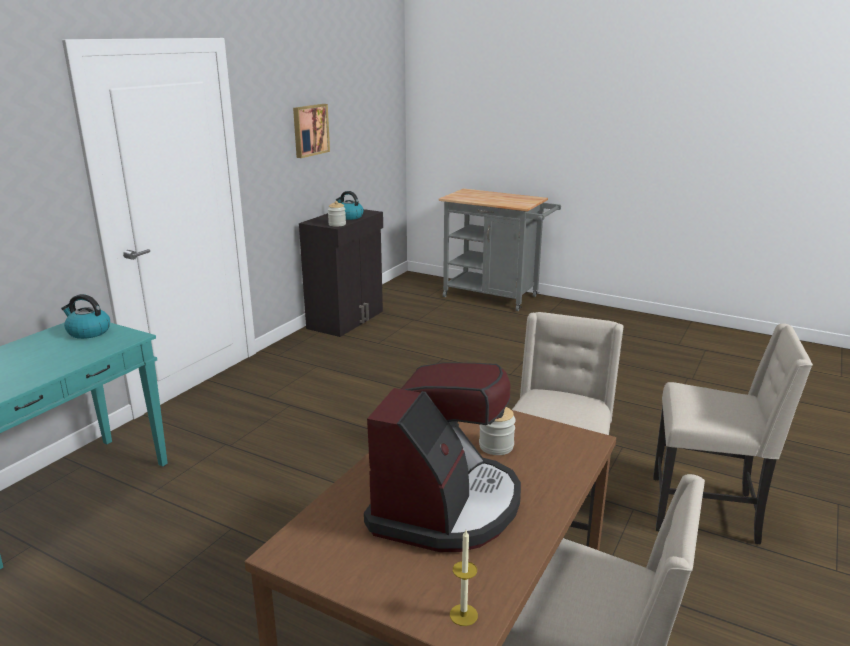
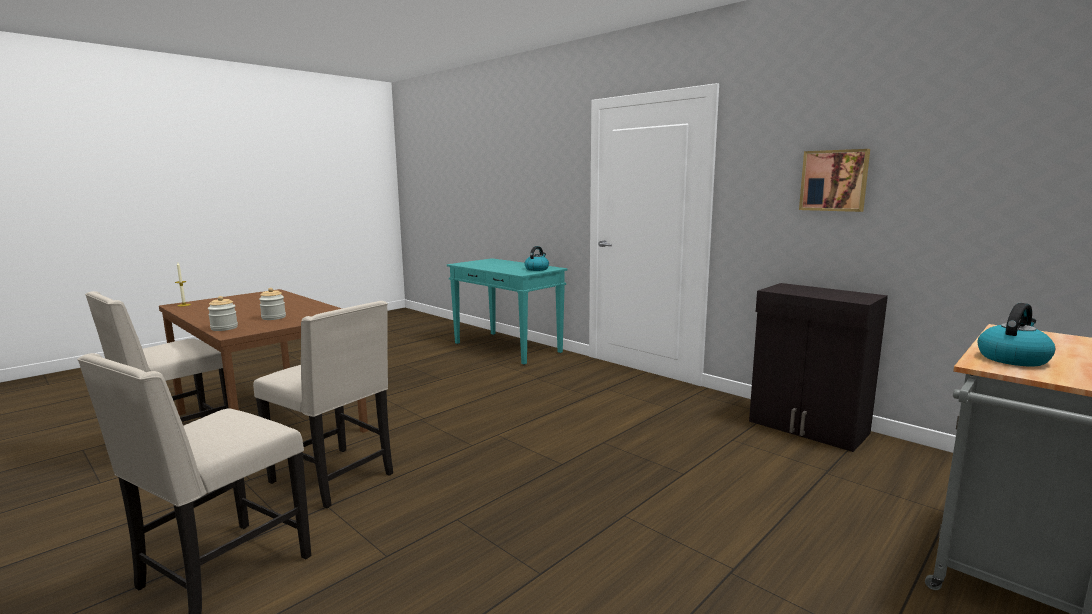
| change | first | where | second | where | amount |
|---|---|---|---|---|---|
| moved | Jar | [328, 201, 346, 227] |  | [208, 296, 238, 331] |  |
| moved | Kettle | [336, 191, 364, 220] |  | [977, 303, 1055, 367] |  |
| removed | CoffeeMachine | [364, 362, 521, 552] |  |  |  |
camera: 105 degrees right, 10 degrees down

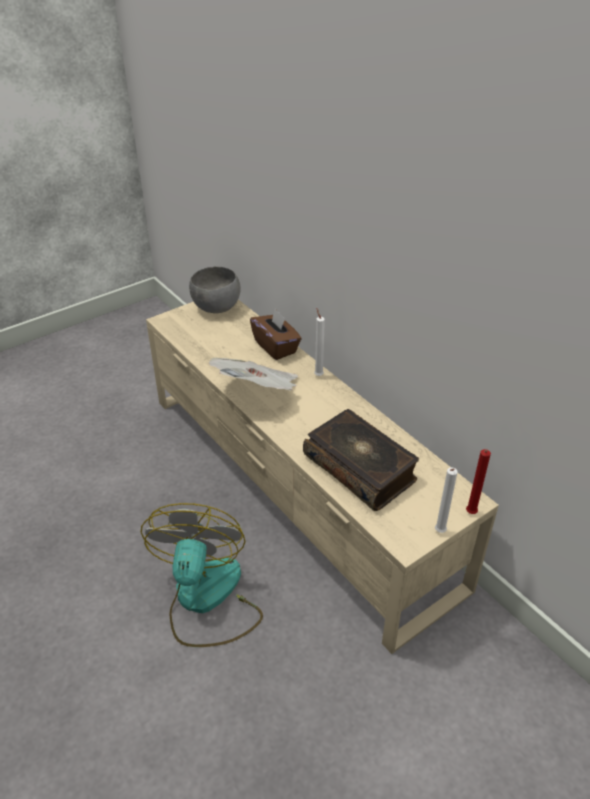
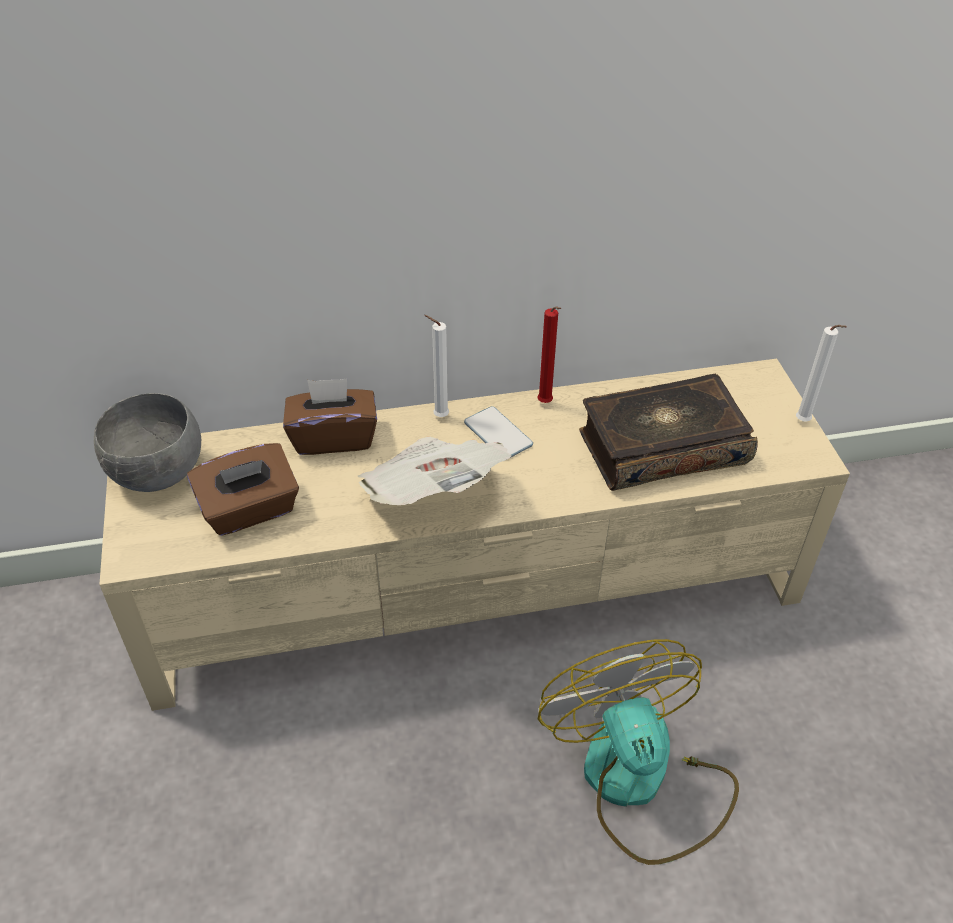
| change | first | where | second | where | amount |
|---|---|---|---|---|---|
| added |  |  | BrownTissueBox | [187, 443, 299, 536] |  |
| added |  |  | Phone | [464, 406, 533, 458] |  |
| moved | RedCandle | [466, 449, 491, 514] |  | [537, 307, 561, 403] |  |
| turned | Fan | [141, 503, 263, 647] |  | [538, 639, 739, 865] | 45 degrees clockwise |
camera: 65 degrees left, 5 degrees up

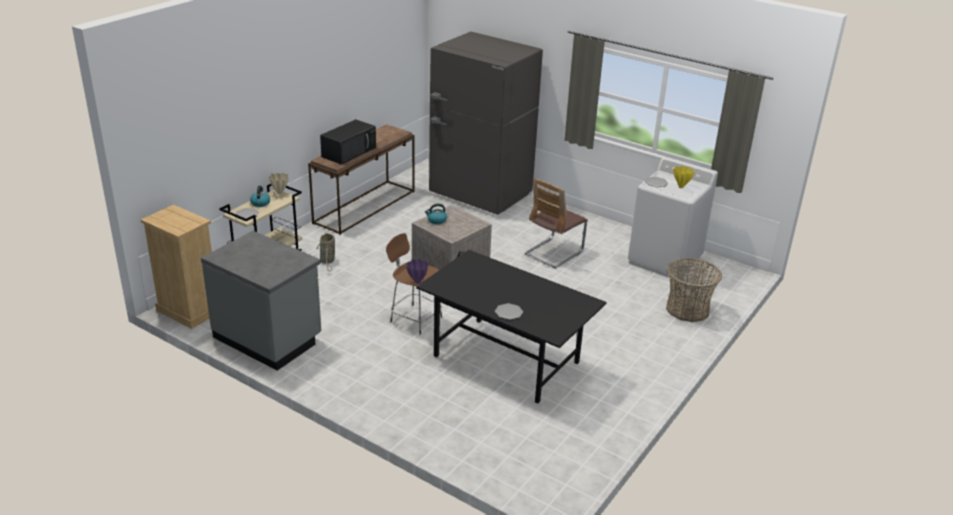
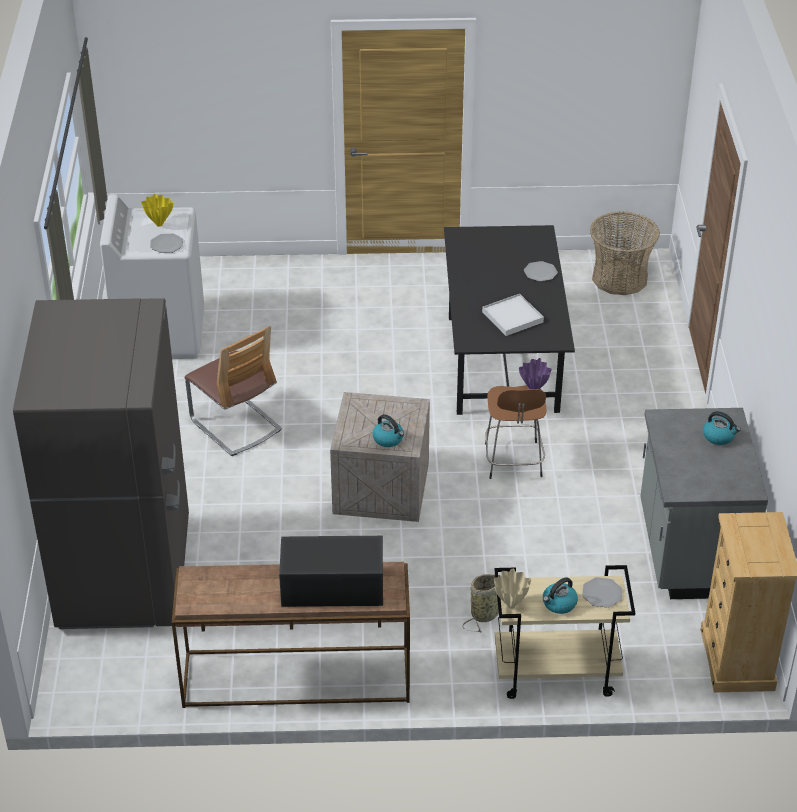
| change | first | where | second | where | amount |
|---|---|---|---|---|---|
| turned | Chair | [525, 178, 588, 268] |  | [184, 326, 282, 456] | 45 degrees clockwise |
| added |  |  | WhiteTray | [482, 294, 544, 336] |  |
| moved | Basket | [666, 258, 722, 322] |  | [590, 211, 660, 295] |  |
| added |  |  | Kettle | [703, 411, 741, 445] |  |
camera: 125 degrees left, 10 degrees up

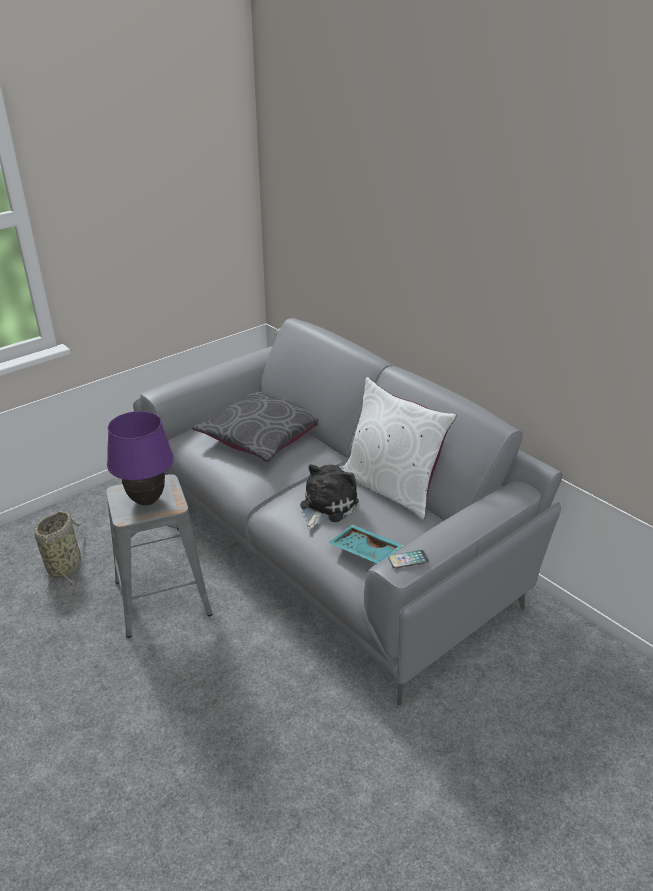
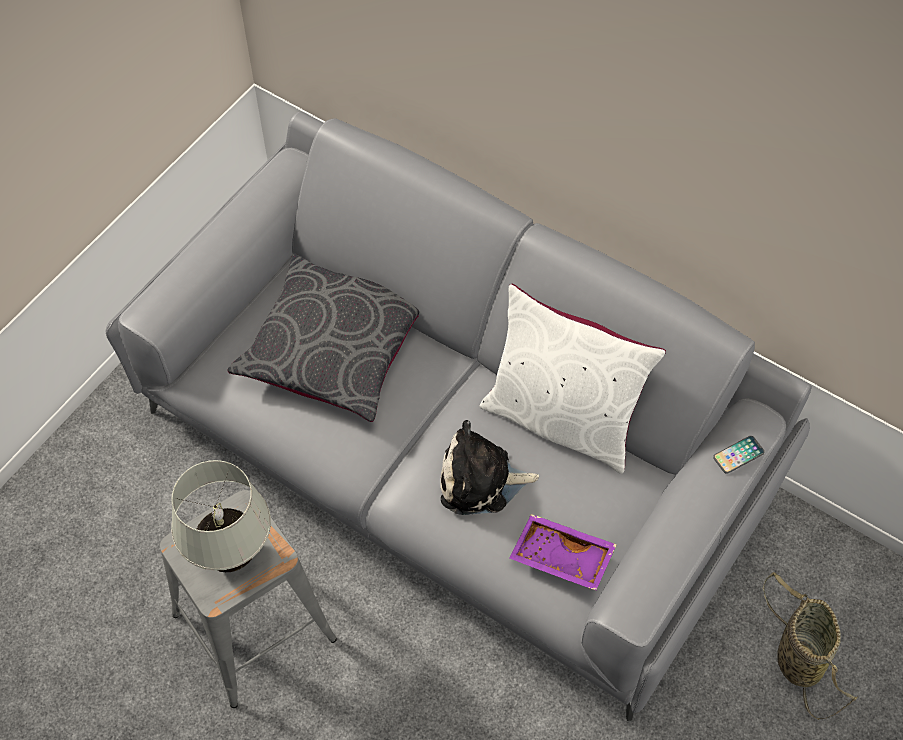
| change | first | where | second | where | amount |
|---|---|---|---|---|---|
| recoloured | PurpleTableLamp | [107, 411, 174, 505] | WhiteTableLamp | [171, 460, 271, 572] |  |
| turned | PlushToy | [300, 464, 359, 529] |  | [440, 420, 539, 515] | 105 degrees counterclockwise |
| recoloured | TurquoiseTray | [328, 525, 404, 563] | PurpleTray | [509, 514, 617, 590] |  |
| moved | Phone | [388, 550, 429, 569] |  | [713, 436, 765, 474] |  |
| moved | Basket | [34, 511, 83, 593] |  | [763, 572, 858, 720] |  |
camera: 15 degrees left, 25 degrees up

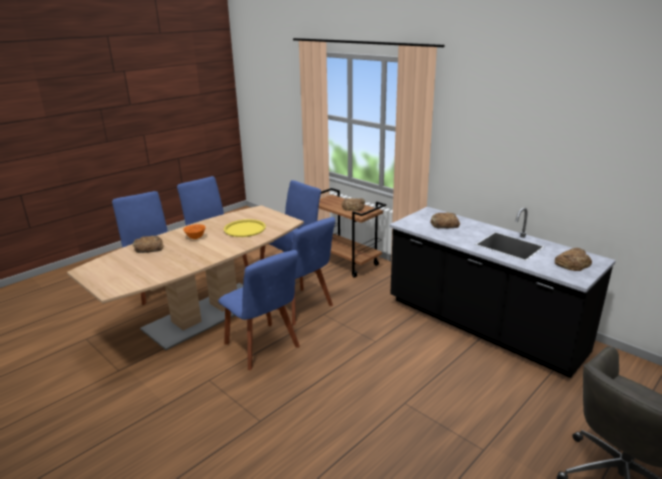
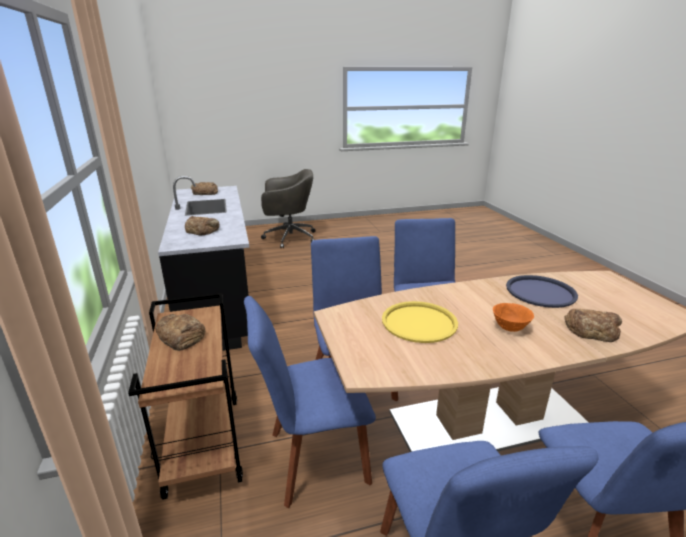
| change | first | where | second | where | amount |
|---|---|---|---|---|---|
| added |  |  | BlueTray | [506, 275, 578, 308] |  |
camera: 150 degrees left, 0 degrees up

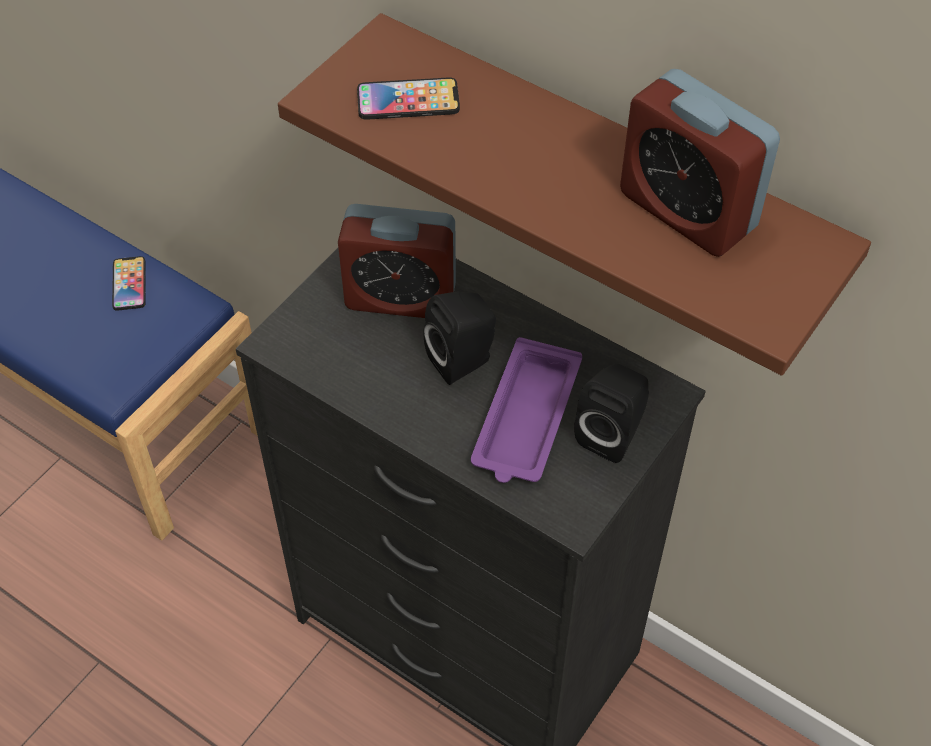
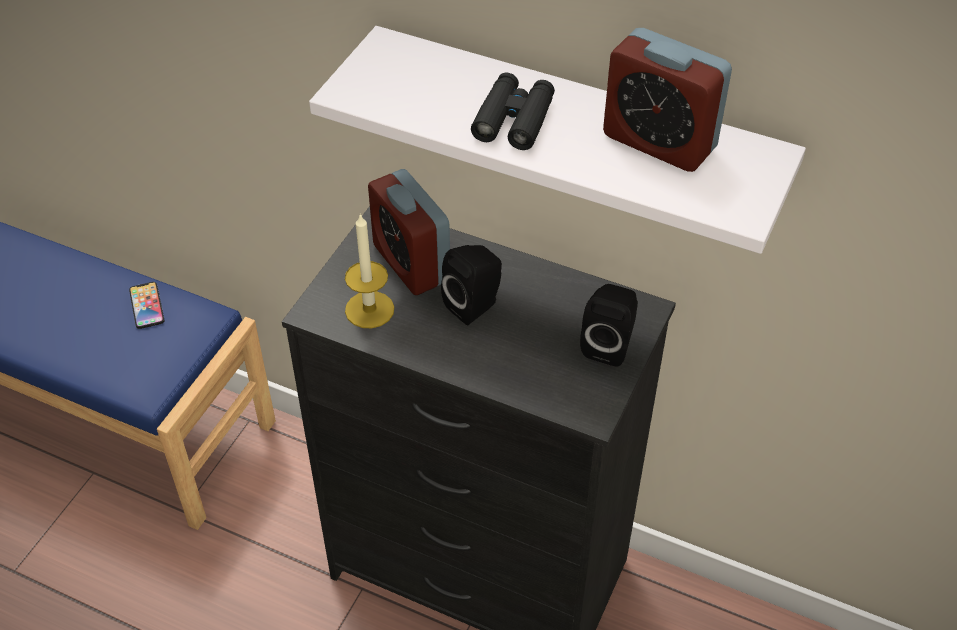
| change | first | where | second | where | amount |
|---|---|---|---|---|---|
| recoloured | BrownShelf | [278, 13, 871, 376] | WhiteShelf | [309, 26, 806, 254] |  |
| added |  |  | Candle | [345, 213, 394, 328] |  |
| turned | AlarmClock | [338, 204, 456, 318] |  | [368, 169, 450, 295] | 60 degrees clockwise |
| added |  |  | BlackBinoculars | [471, 73, 555, 150] |  |
| removed | Phone | [357, 77, 460, 120] |  |  |  |
| removed | PurpleTray | [471, 337, 582, 483] |  |  |  |
camera: 10 degrees left, 5 degrees down

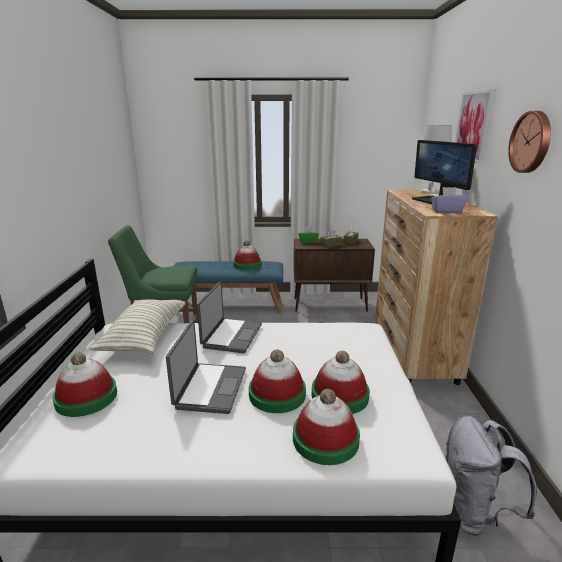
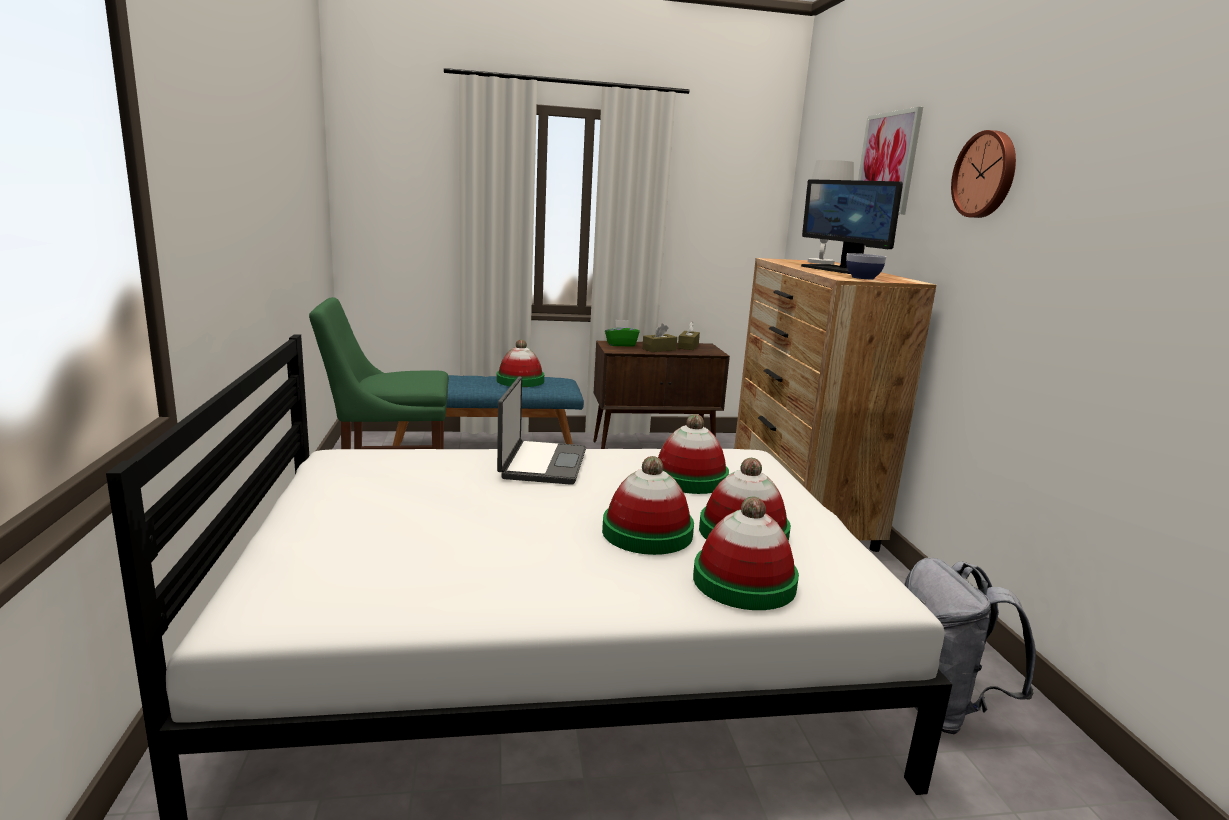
| change | first | where | second | where | amount |
|---|---|---|---|---|---|
| moved | Hat | [53, 352, 117, 417] |  | [658, 414, 729, 494] |  |
| replaced | PurpleTissueBox | [431, 187, 468, 213] | Bowl | [846, 253, 887, 279] |  |
| removed | Pillow | [90, 299, 186, 354] |  |  |  |
| removed | Laptop | [166, 320, 246, 414] |  |  |  |
camera: 10 degrees left, 5 degrees down

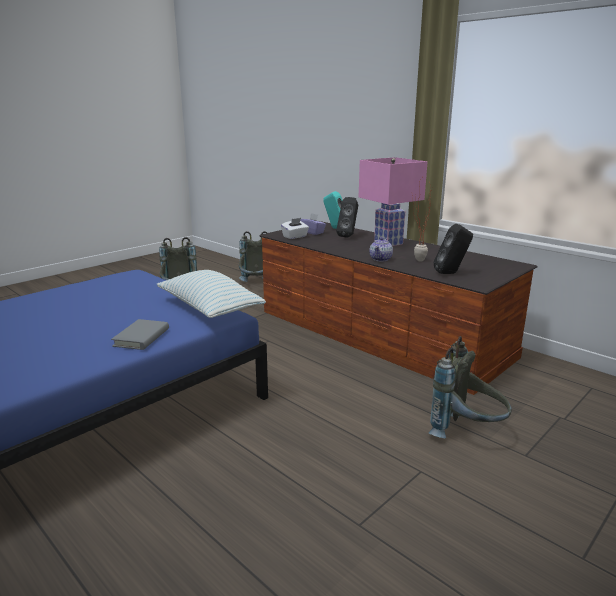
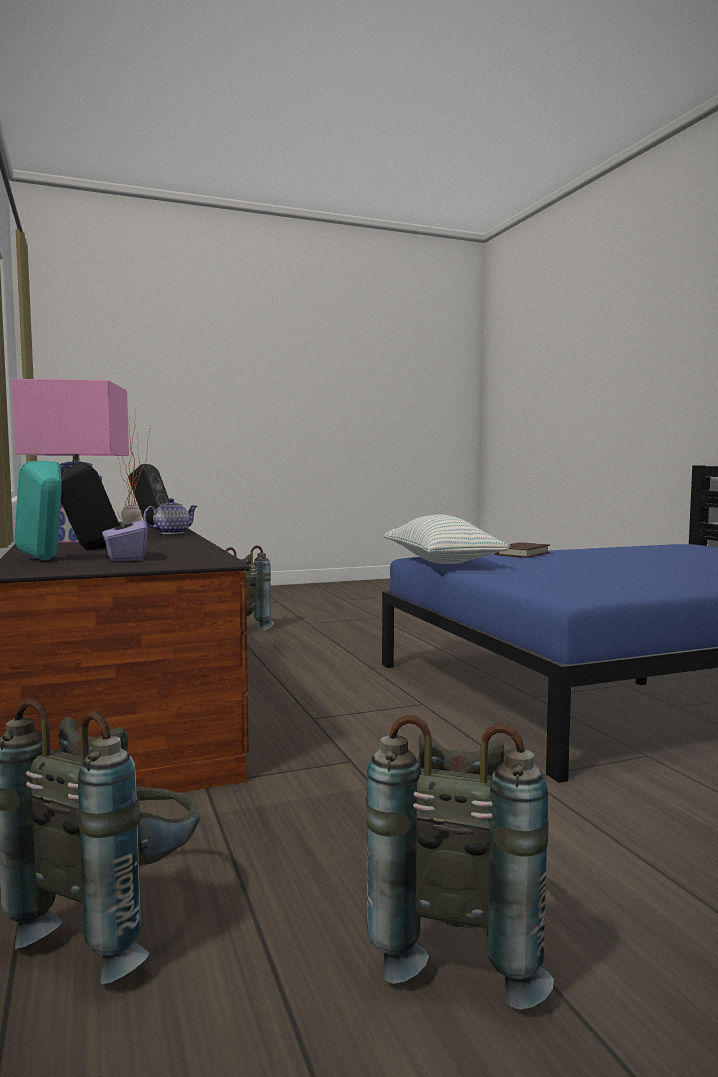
| change | first | where | second | where | amount |
|---|---|---|---|---|---|
| recoloured | GreyBook | [111, 319, 169, 350] | BrownBook | [494, 542, 550, 558] |  |
| removed | WhiteTissueBox | [281, 218, 309, 239] |  |  |  |
camera: 155 degrees left, 15 degrees down

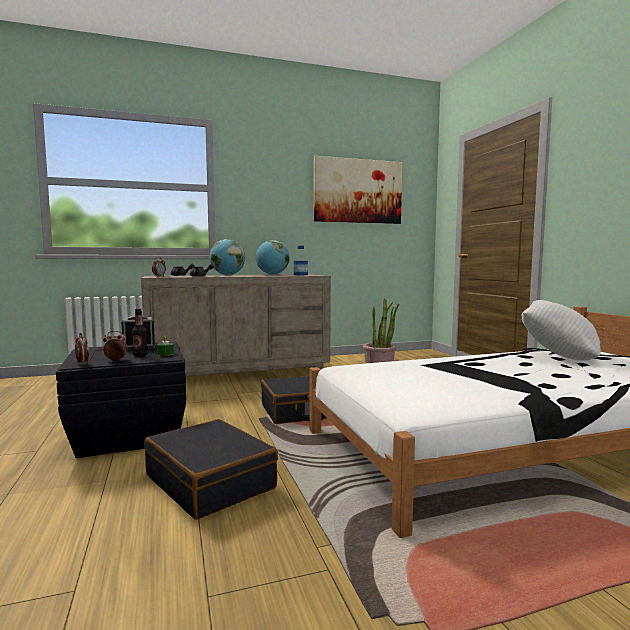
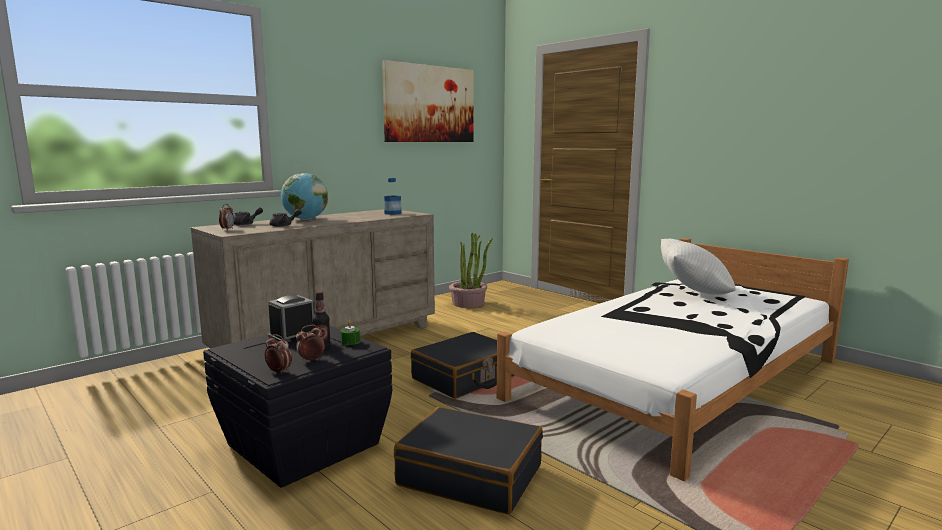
| change | first | where | second | where | amount |
|---|---|---|---|---|---|
| removed | Globe | [256, 240, 290, 275] |  |  |  |
camera: 25 degrees left, 5 degrees up

